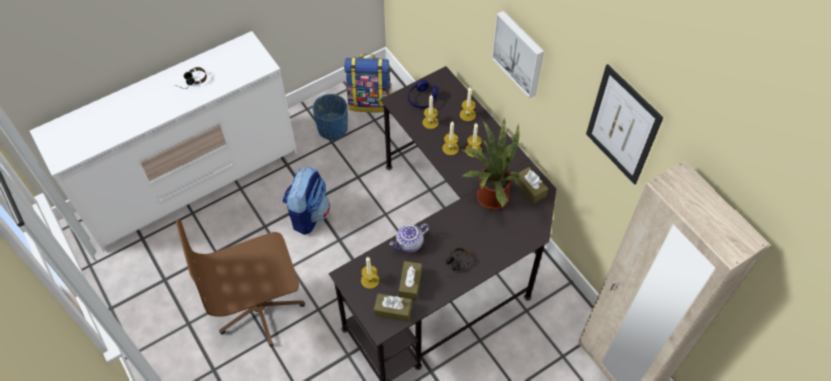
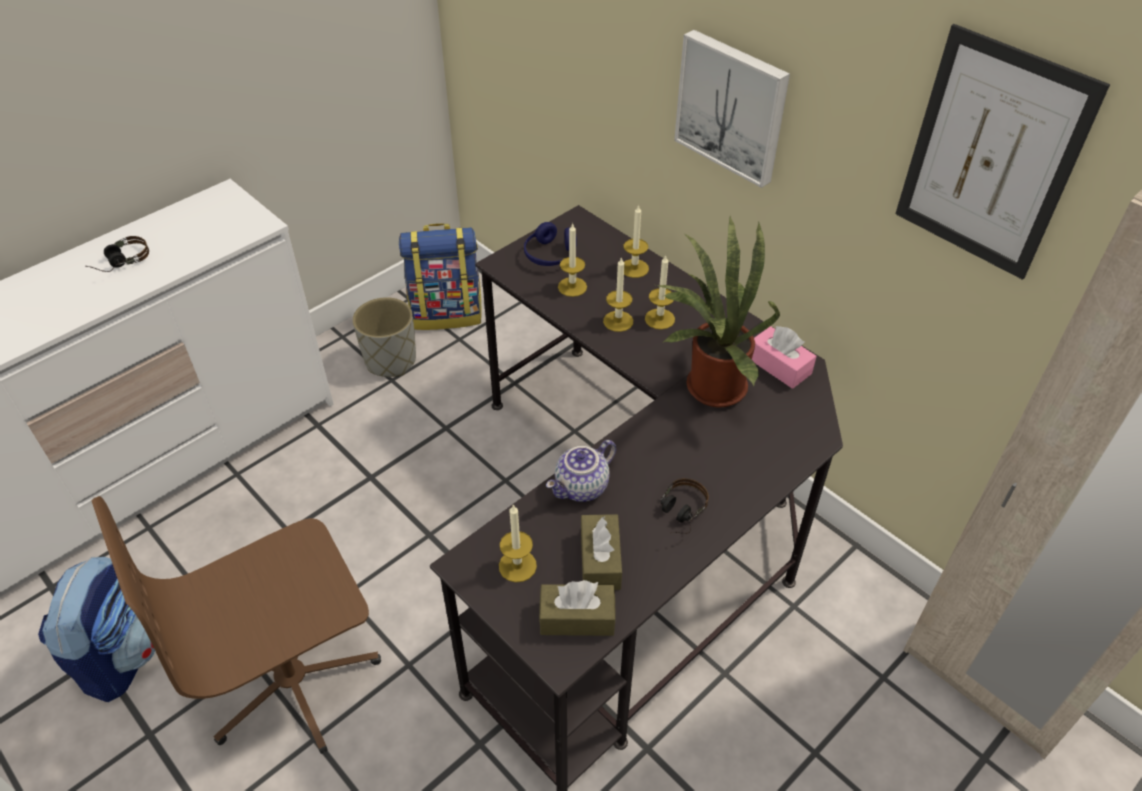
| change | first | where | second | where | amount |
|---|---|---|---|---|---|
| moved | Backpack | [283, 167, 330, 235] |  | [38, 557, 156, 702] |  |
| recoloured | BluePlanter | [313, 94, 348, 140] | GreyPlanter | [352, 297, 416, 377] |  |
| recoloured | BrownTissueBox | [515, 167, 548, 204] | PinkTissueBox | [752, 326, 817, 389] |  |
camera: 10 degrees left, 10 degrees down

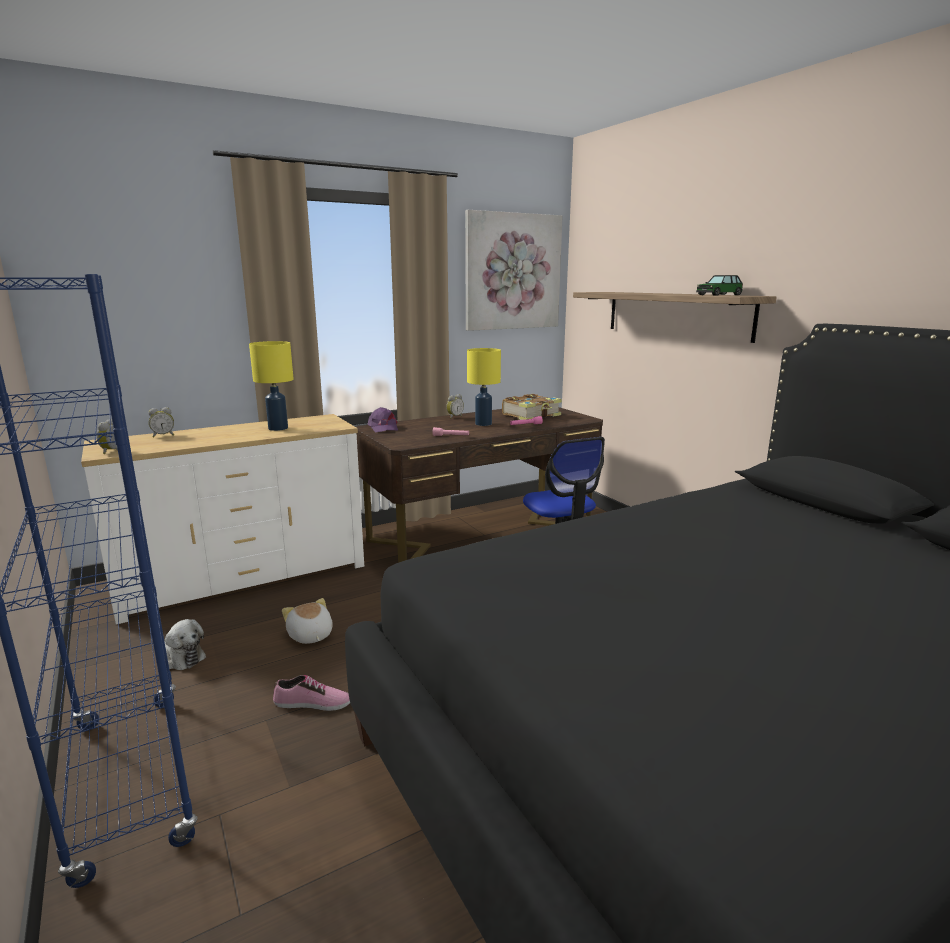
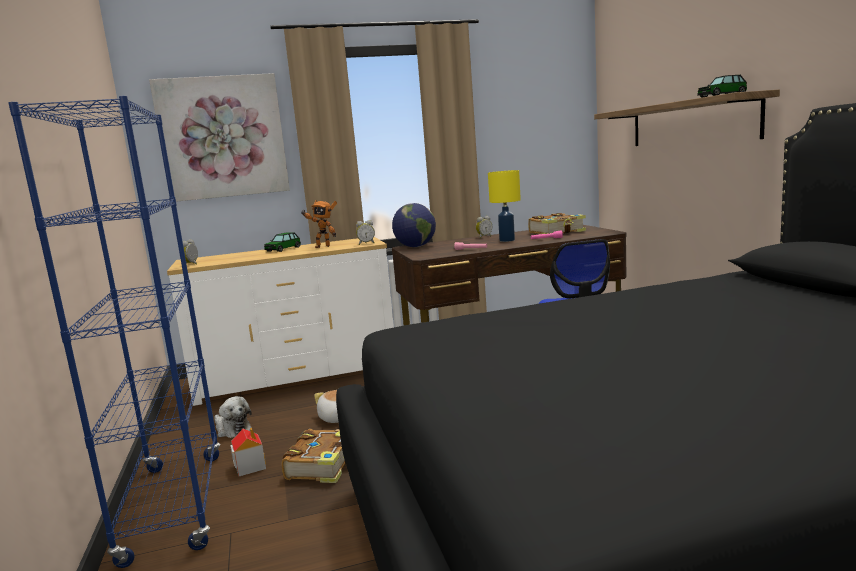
| change | first | where | second | where | amount |
|---|---|---|---|---|---|
| moved | Picture | [465, 210, 562, 331] |  | [149, 73, 290, 202] |  |
| added |  |  | ToyHouse | [230, 428, 266, 476] |  |
| added |  |  | ToyCar | [264, 232, 301, 252] |  |
| replaced | Shoe | [273, 675, 350, 711] | Book | [281, 429, 346, 483] |  |
| replaced | YellowTableLamp | [249, 341, 294, 431] | ToyRobot | [302, 200, 337, 248] |  |
| moved | AlarmClock | [148, 407, 174, 437] |  | [356, 220, 375, 245] |  |
| replaced | PurpleCap | [367, 407, 398, 432] | Globe | [392, 203, 436, 247] |  |
camera: 15 degrees right, 5 degrees down

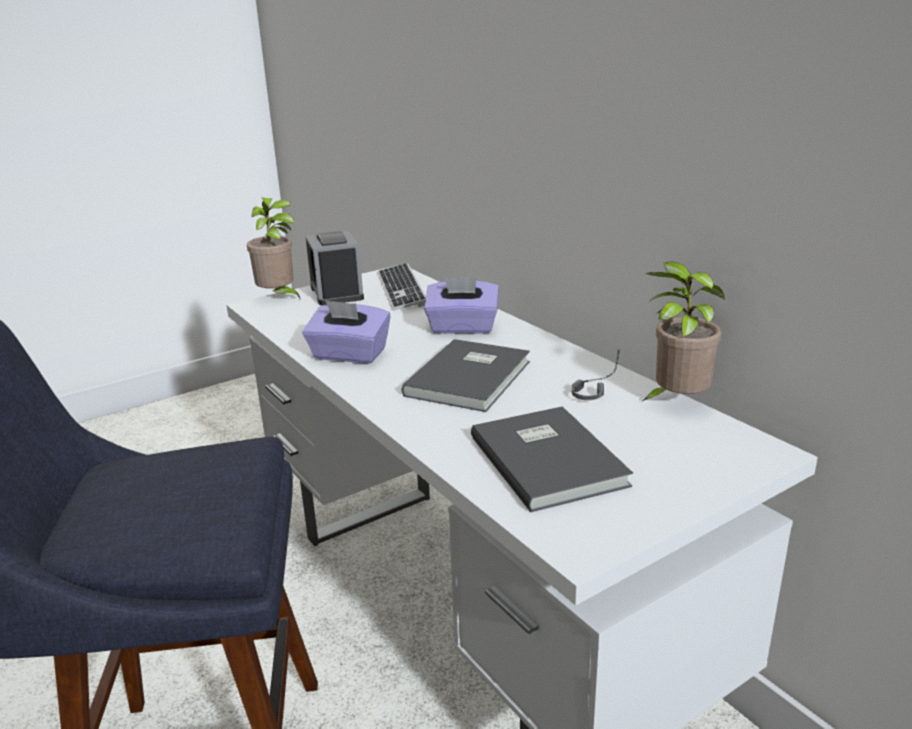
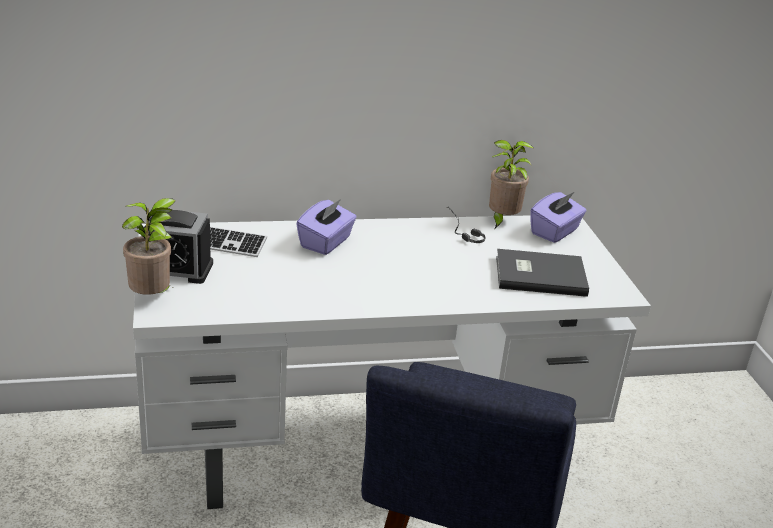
| change | first | where | second | where | amount |
|---|---|---|---|---|---|
| moved | PurpleTissueBox | [303, 300, 390, 364] |  | [530, 192, 587, 243] |  |
| removed | GreyBook | [402, 339, 530, 412] |  |  |  |
camera: 70 degrees left, 5 degrees up

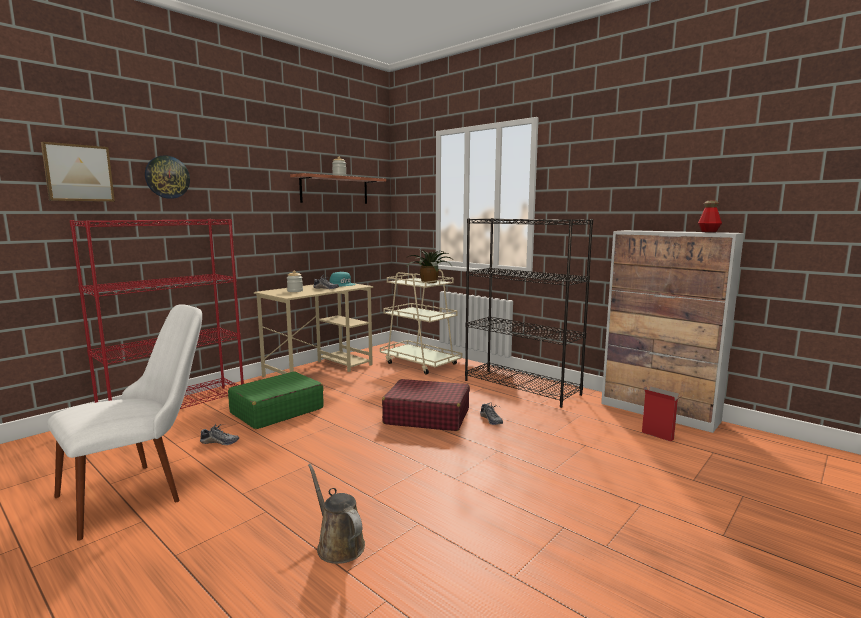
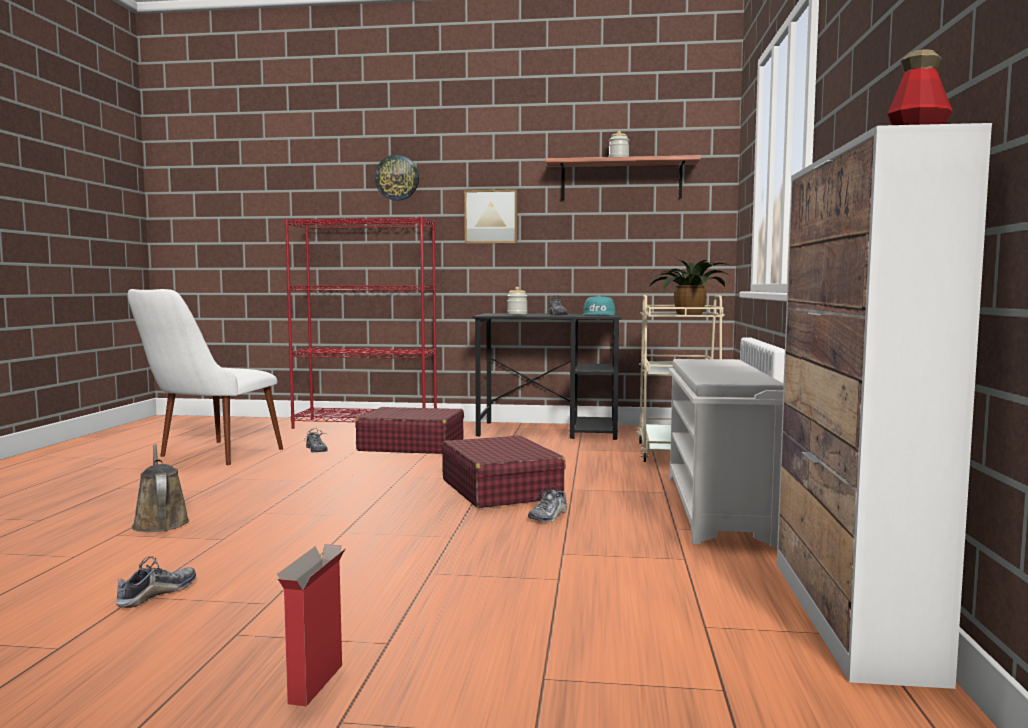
| change | first | where | second | where | amount |
|---|---|---|---|---|---|
| added |  |  | Shoe | [116, 557, 196, 608] |  |
| turned | WhiteChair | [47, 304, 202, 541] |  | [128, 289, 283, 465] | 105 degrees clockwise |
| turned | BrownWateringCan | [308, 464, 365, 564] |  | [132, 444, 190, 532] | 45 degrees counterclockwise |
| moved | CardboardBox | [642, 386, 683, 442] |  | [277, 544, 346, 706] |  |
| recoloured | GreenSuitcase | [228, 371, 324, 429] | RedSuitcase | [355, 407, 464, 454] |  |
| moved | Picture | [41, 142, 115, 202] |  | [464, 189, 517, 244] |  |
| recoloured | BeigeDesk | [254, 283, 373, 377] | BlackDesk | [472, 313, 622, 440] |  |
| replaced | BlackBookcase | [465, 218, 593, 408] | WhiteShoeRack | [669, 359, 784, 548] |  |
camera: 55 degrees right, 5 degrees down

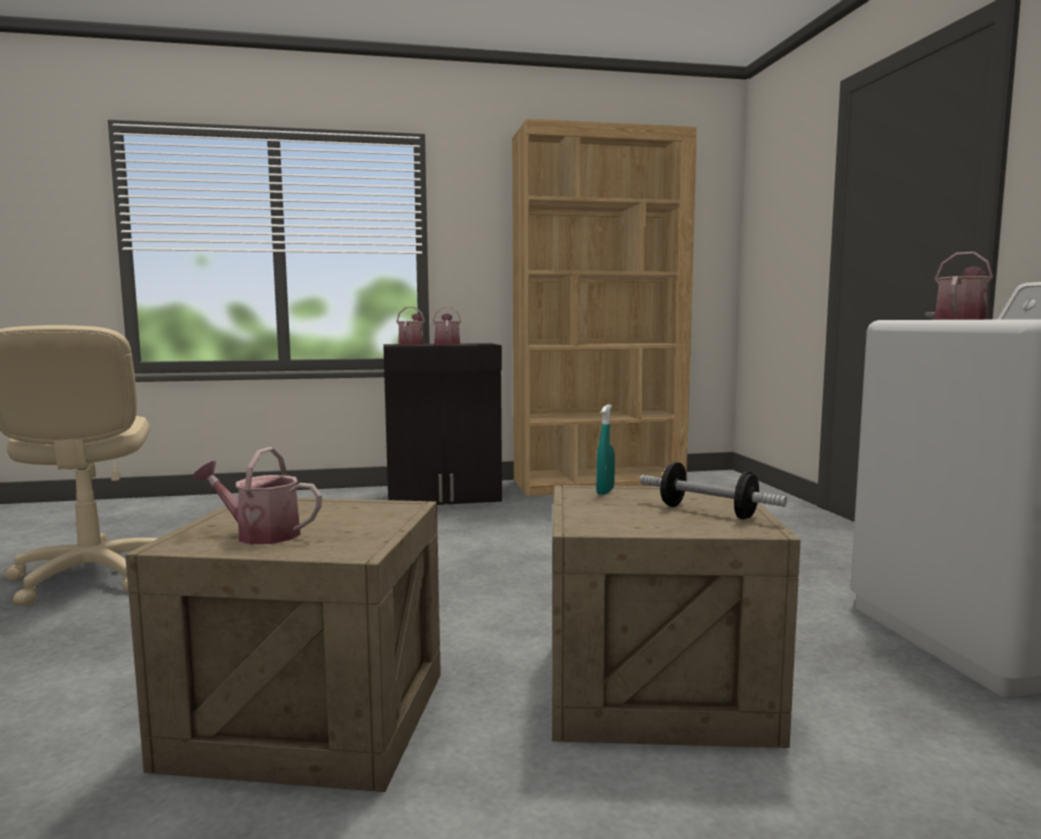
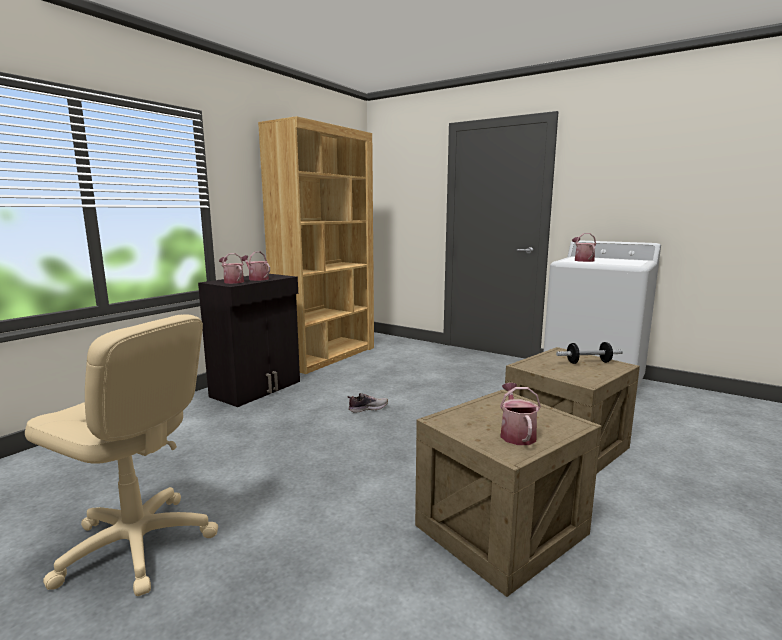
| change | first | where | second | where | amount |
|---|---|---|---|---|---|
| added |  |  | Shoe | [347, 393, 388, 413] |  |
| turned | WateringCan | [192, 447, 322, 544] |  | [500, 383, 541, 445] | 120 degrees clockwise |
| removed | TurquoiseSprayBottle | [596, 404, 615, 495] |  |  |  |
camera: 45 degrees left, 5 degrees up

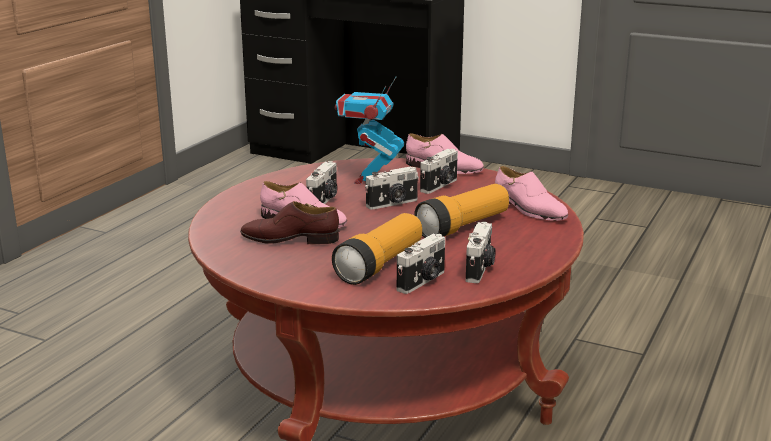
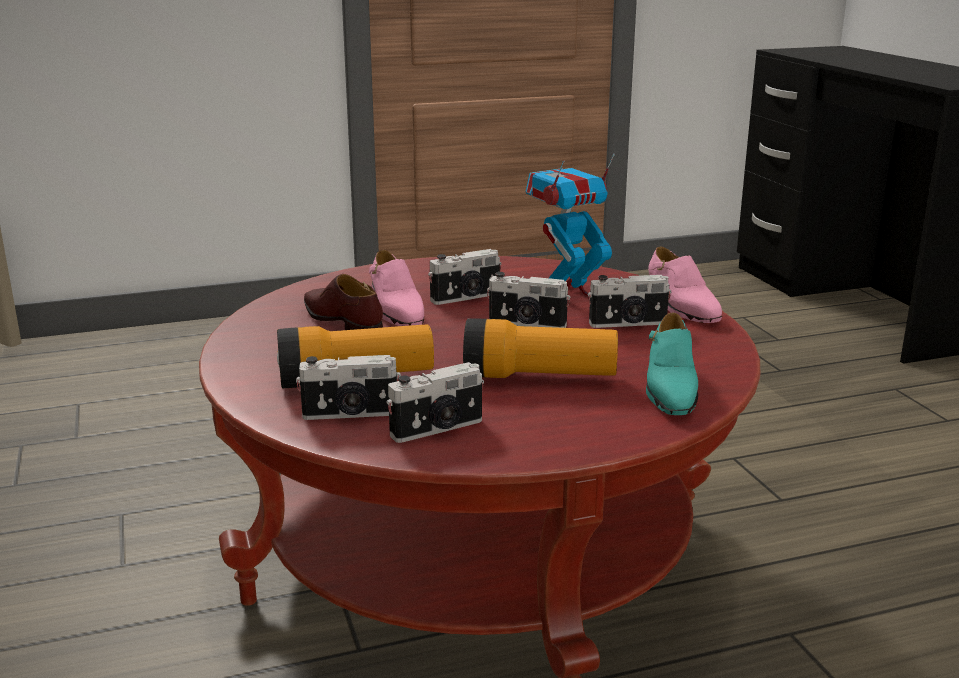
| change | first | where | second | where | amount |
|---|---|---|---|---|---|
| recoloured | PinkShoe | [495, 166, 568, 221] | TurquoiseShoe | [646, 313, 698, 415] |  |
camera: 45 degrees right, 0 degrees up

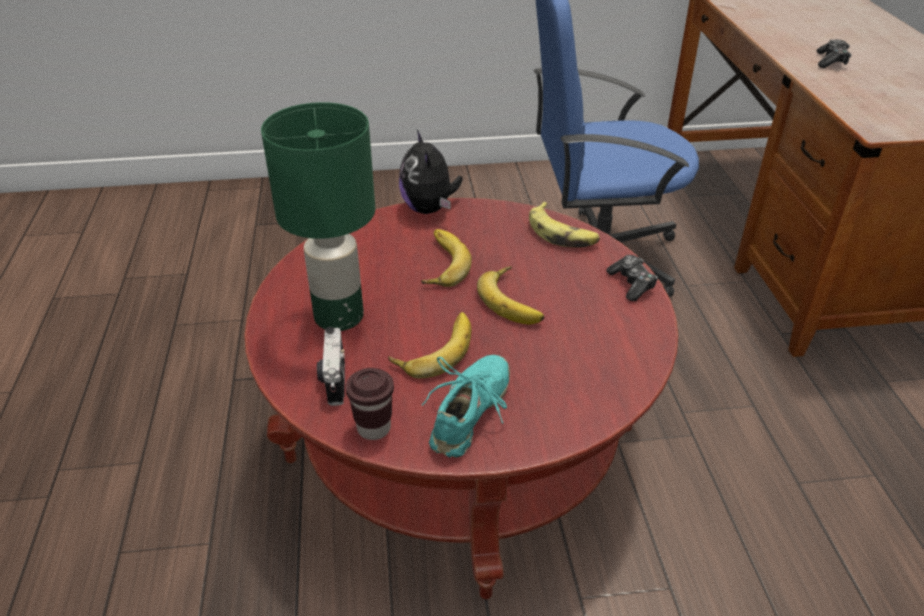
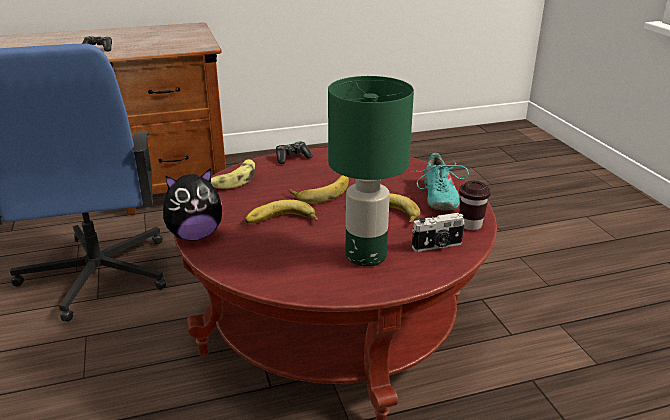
| change | first | where | second | where | amount |
|---|---|---|---|---|---|
| turned | TurquoiseShoe | [422, 355, 510, 458] |  | [410, 153, 469, 210] | 105 degrees counterclockwise |
camera: 100 degrees left, 10 degrees down

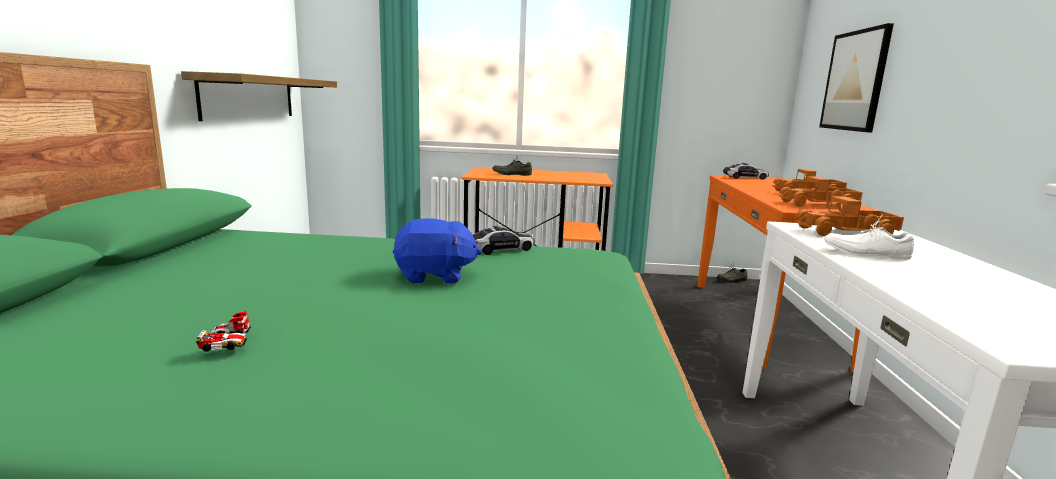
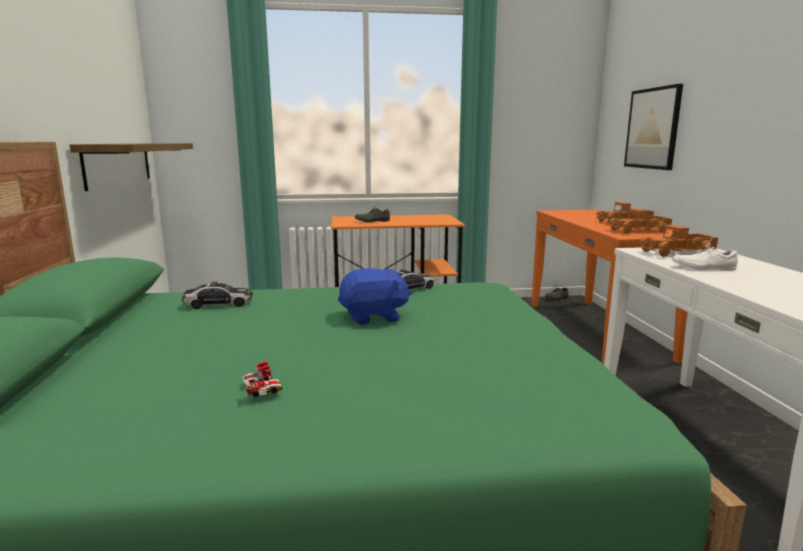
| change | first | where | second | where | amount |
|---|---|---|---|---|---|
| moved | ToyCar | [723, 163, 769, 180] |  | [182, 281, 252, 309] |  |
camera: 10 degrees left, 0 degrees up

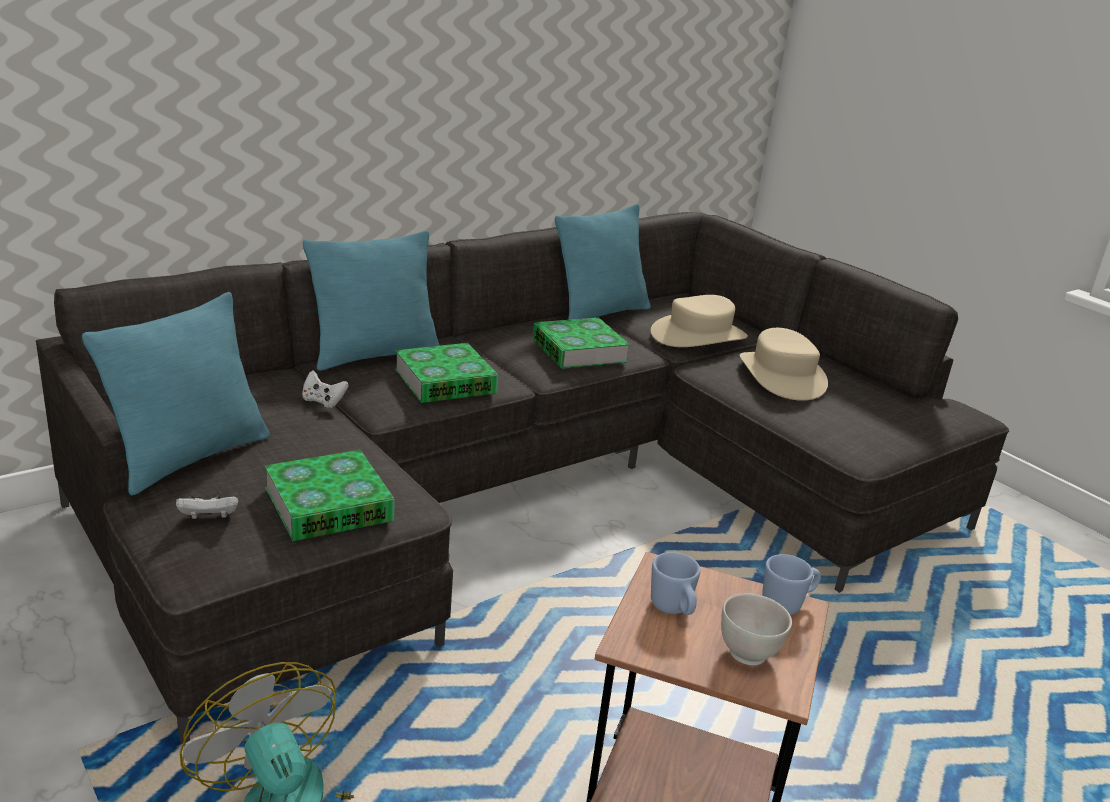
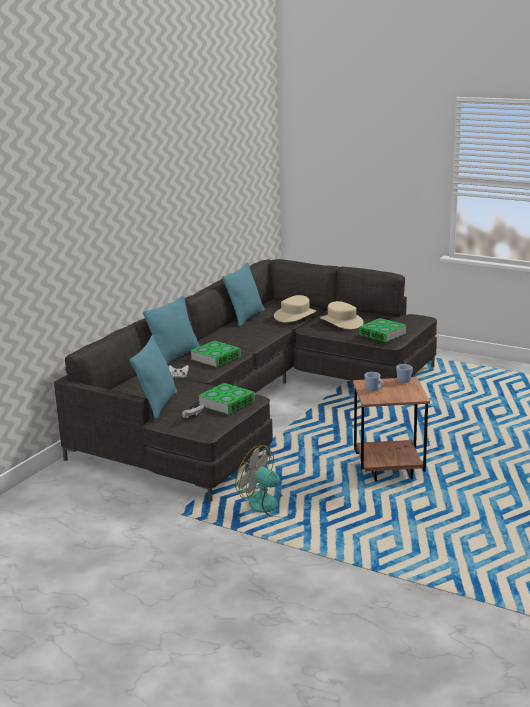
| change | first | where | second | where | amount |
|---|---|---|---|---|---|
| moved | Book | [533, 318, 630, 369] |  | [359, 318, 406, 342] |  |
| removed | WhiteBowl | [721, 593, 792, 665] |  |  |  |
camera: 20 degrees left, 5 degrees down

